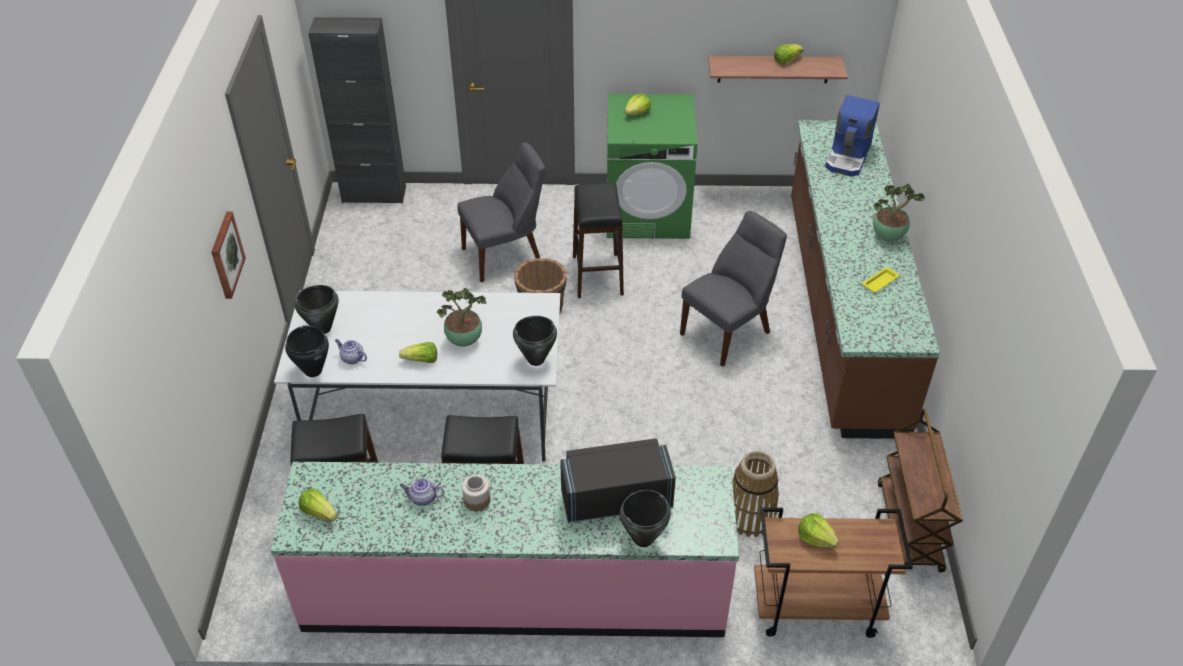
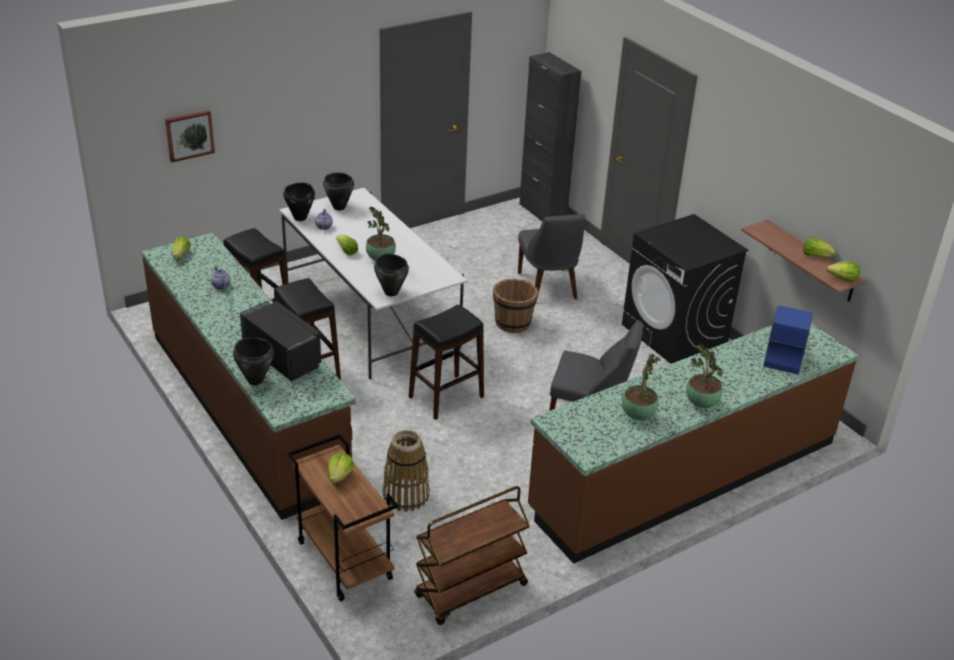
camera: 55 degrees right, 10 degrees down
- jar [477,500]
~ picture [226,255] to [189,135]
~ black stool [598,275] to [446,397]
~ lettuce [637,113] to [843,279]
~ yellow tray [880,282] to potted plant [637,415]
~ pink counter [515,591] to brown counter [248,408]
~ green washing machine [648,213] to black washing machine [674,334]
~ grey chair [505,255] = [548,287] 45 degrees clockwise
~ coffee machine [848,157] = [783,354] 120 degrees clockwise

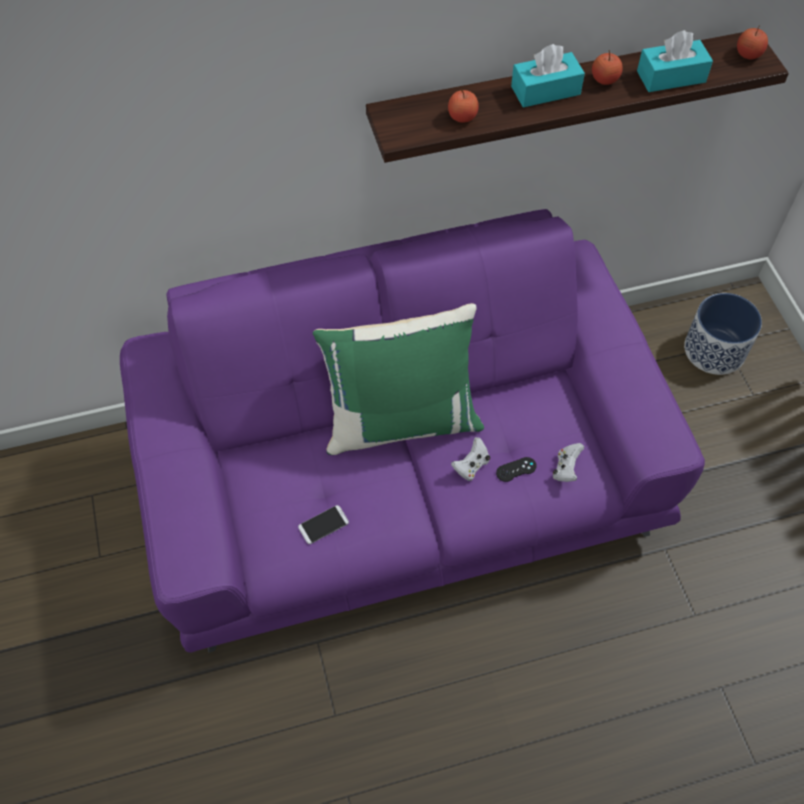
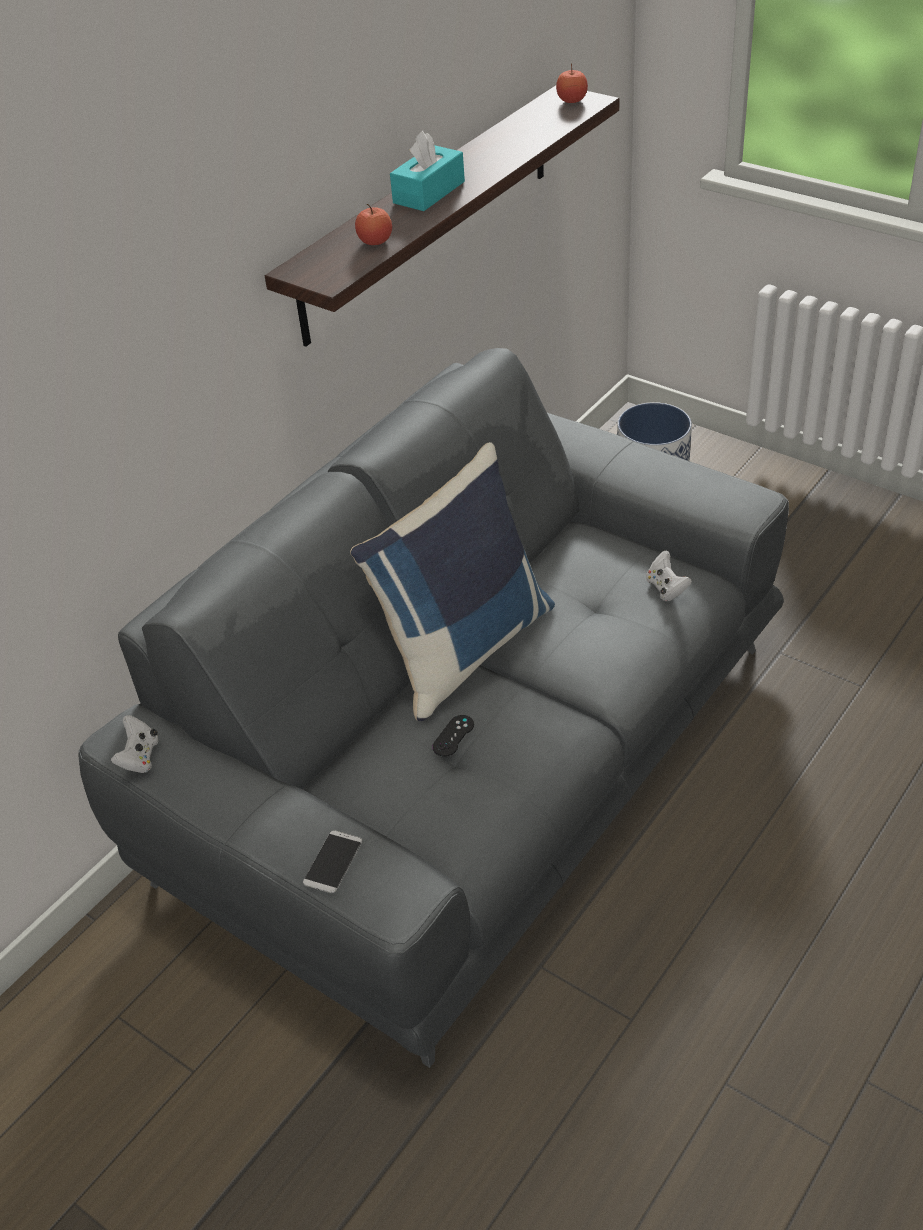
camera: 35 degrees left, 15 degrees down
- apple [604,79]
- turquoise tissue box [671,77]
~ phone [323,525] to [333,862]
~ white game controller [471,466] to [140,757]
~ black game controller [516,469] to [453,736]
~ purple sofa [403,480] to grey sofa [475,760]
~ green pillow [401,420] to blue pillow [464,648]

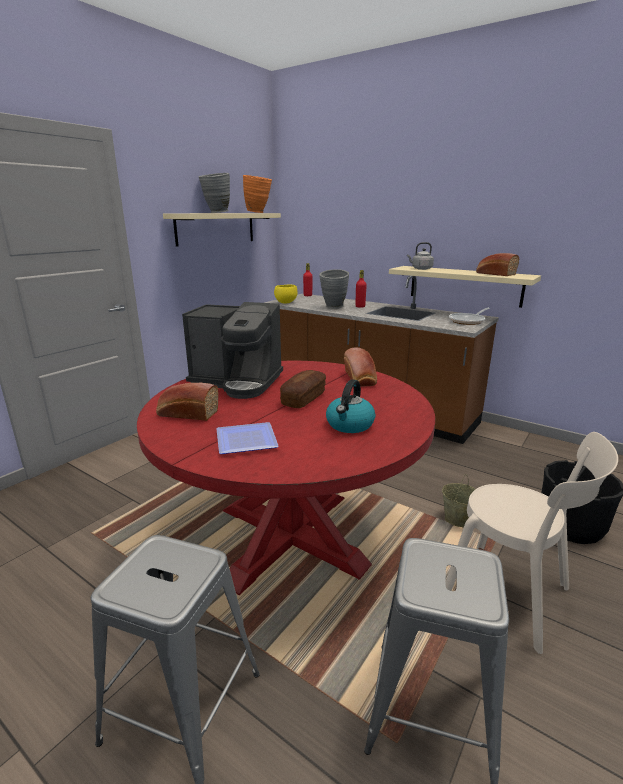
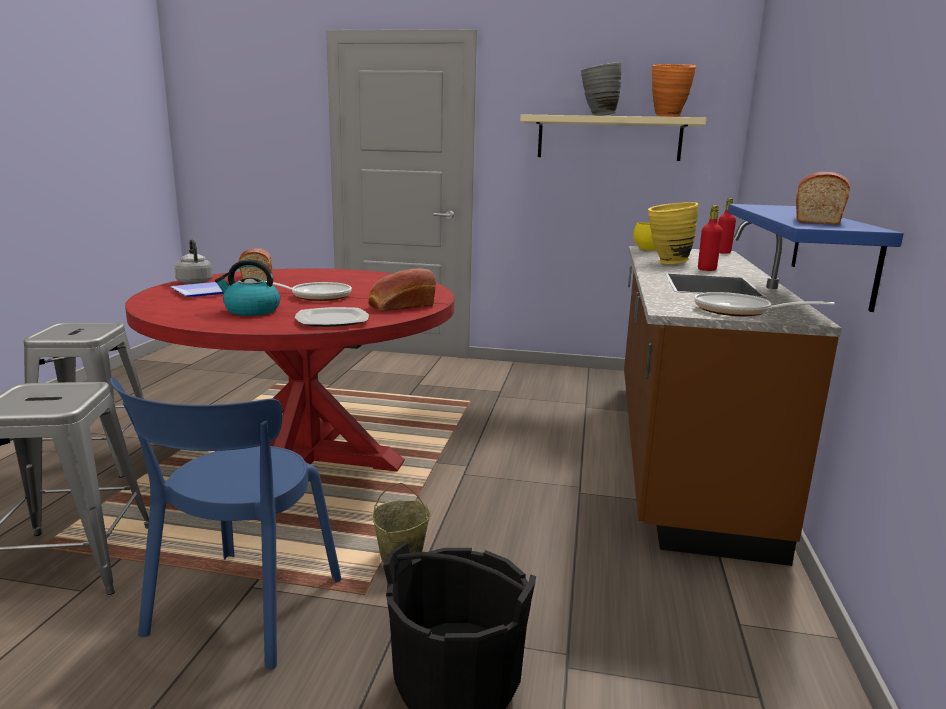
camera: 65 degrees right, 5 degrees down
- coffee machine [237,382]
+ plate [332,320]
~ grey kettle [420,269] to [194,282]
~ bread [303,399] to frying pan [316,296]
~ grey vase [334,308] to yellow vase [666,263]
~ beige shelf [464,285] to blue shelf [832,251]
~ beige chair [512,596] to blue chair [241,612]

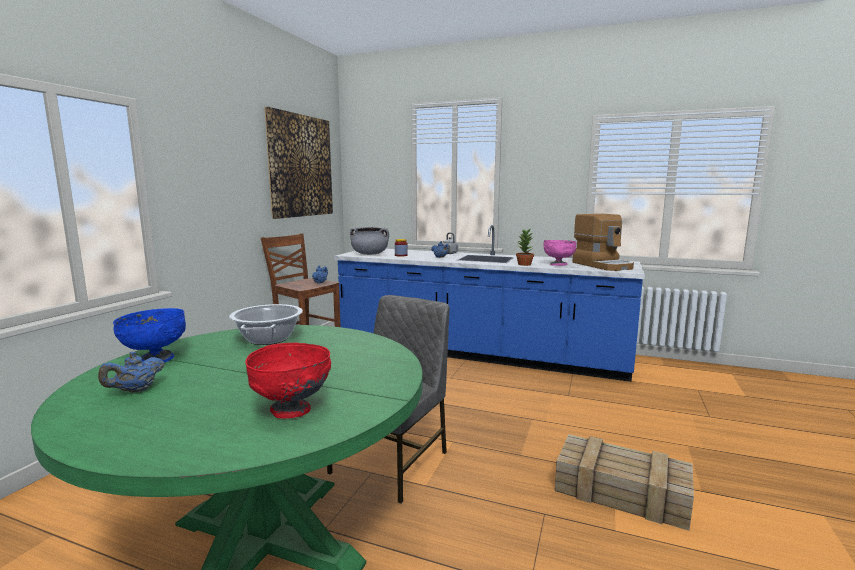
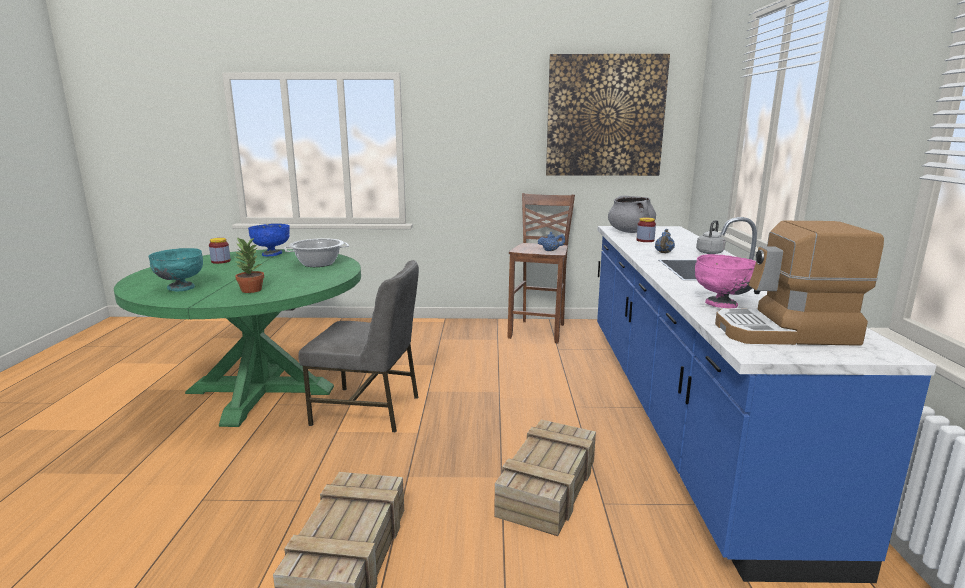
camera: 70 degrees right, 5 degrees up
+ crate [548,488]
~ potted plant [524,264] to [251,290]
~ blue teapot [135,390] to jar [221,261]
~ red bowl [291,411] to turquoise bowl [181,288]
~ coffee machine [603,265] = [785,332] 45 degrees clockwise

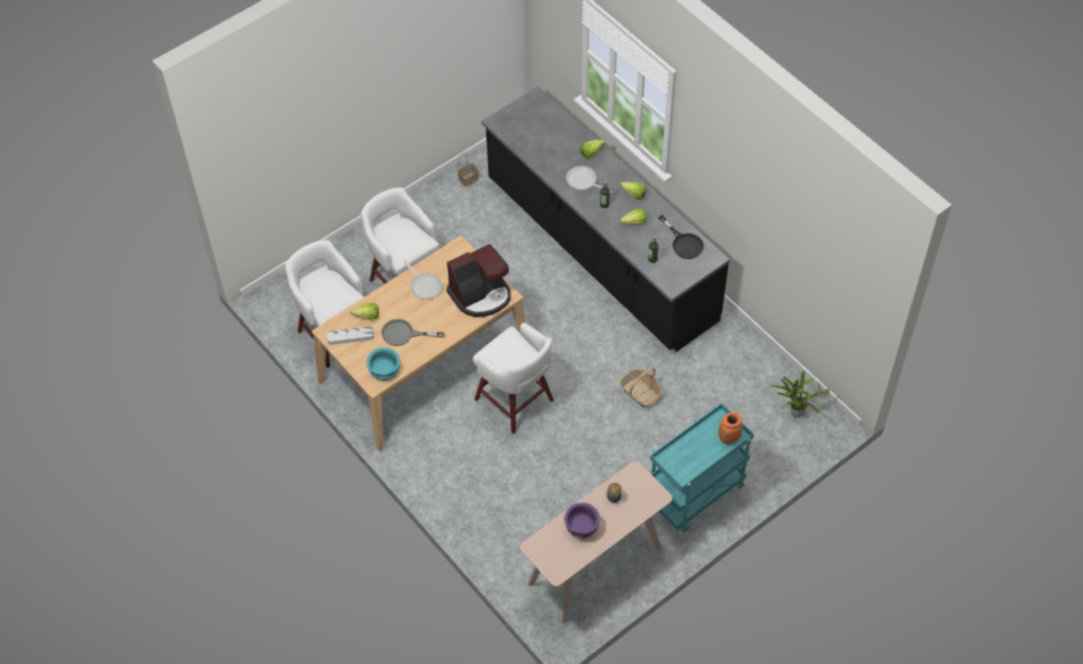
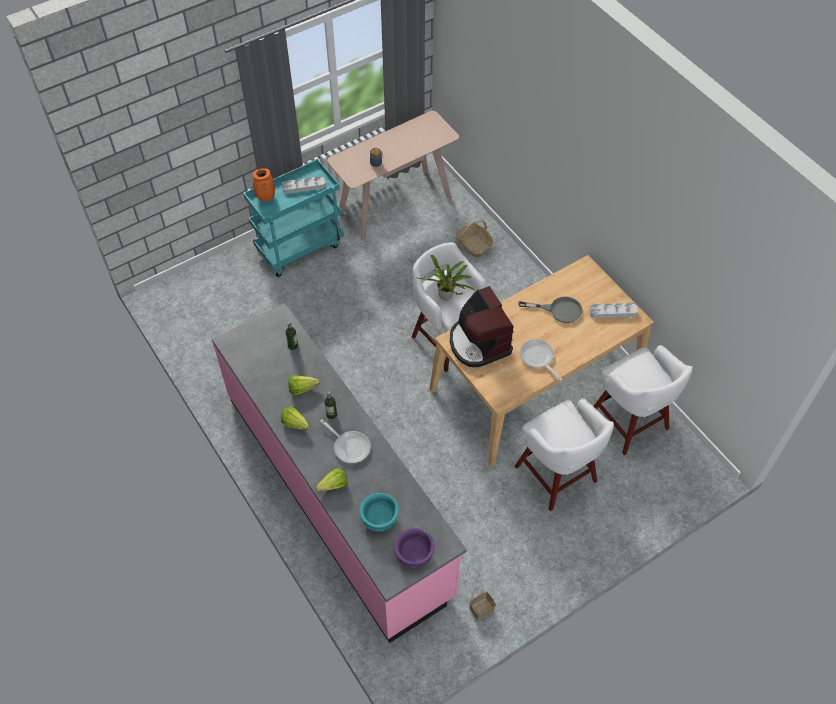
camera: 175 degrees left, 0 degrees up
- lettuce [365,316]
- black frying pan [684,243]
+ grey tray [304,187]
~ turquoise bowl [385,370] to [379,519]
~ purple bowl [582,526] to [413,555]
~ basket [640,392] to [474,244]
~ potted plant [795,411] to [447,297]
~ black counter [599,251] to pink counter [338,492]
~ coffee machine [481,295] = [478,343] 90 degrees counterclockwise

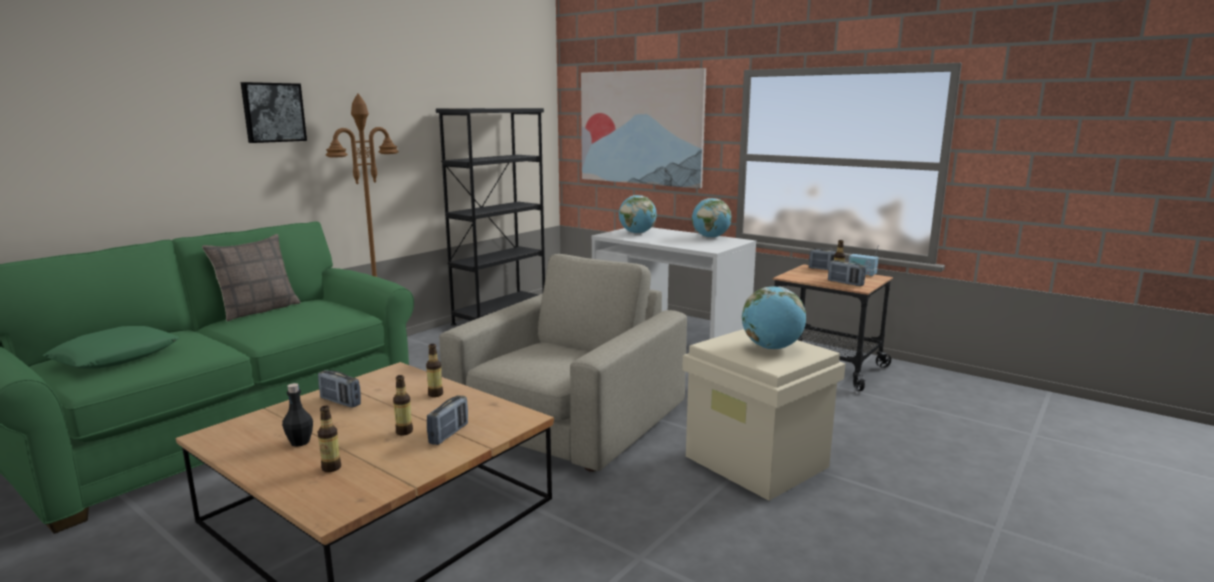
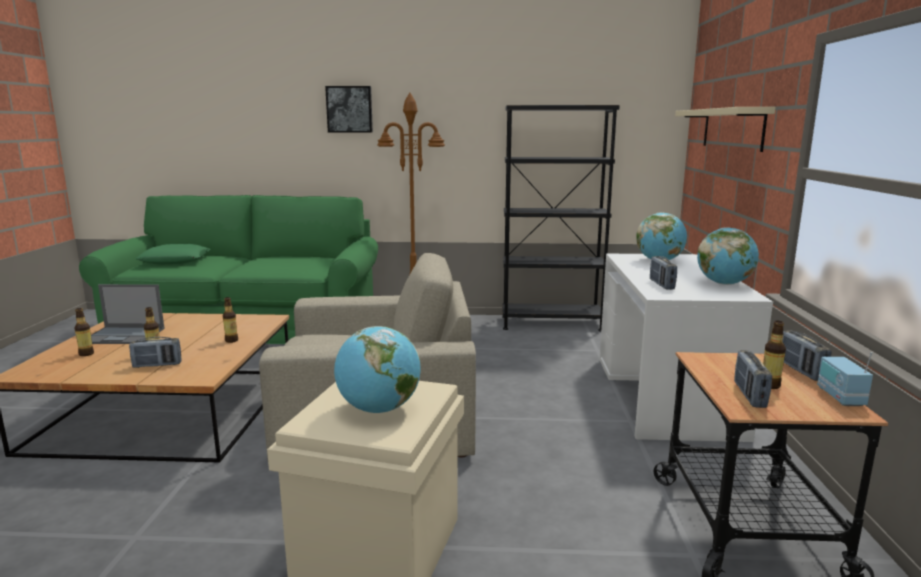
camera: 55 degrees right, 0 degrees up
- pillow [258,310]
~ radio [340,402] to [661,285]
~ black bottle [300,442] to laptop [124,336]
~ picture [640,128] to beige shelf [732,128]

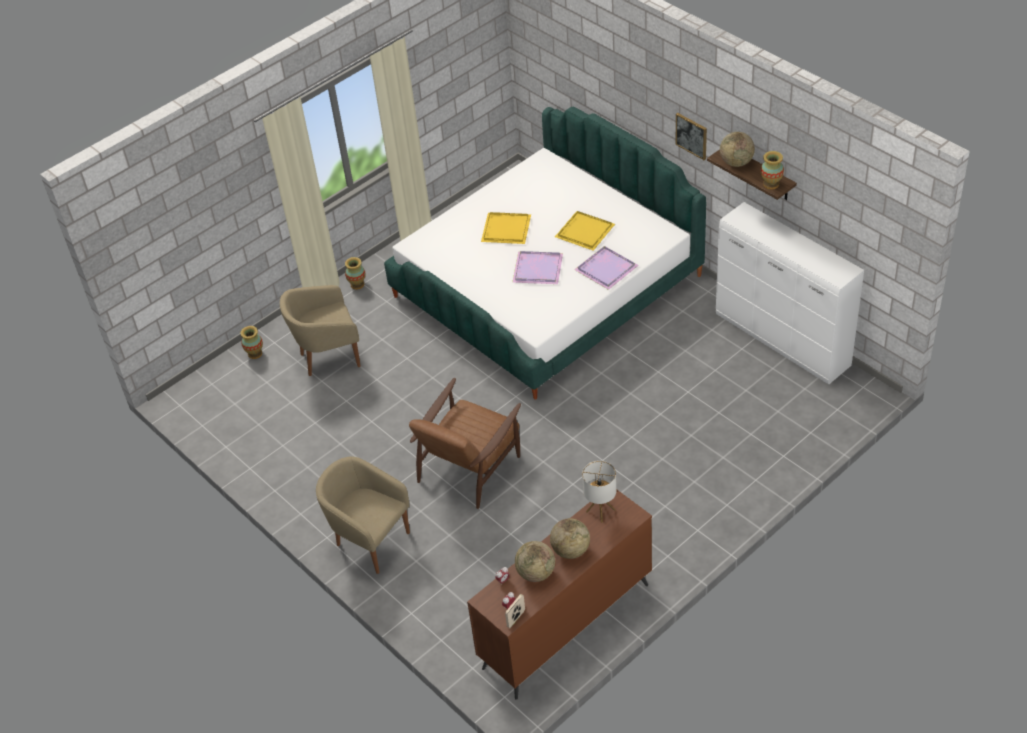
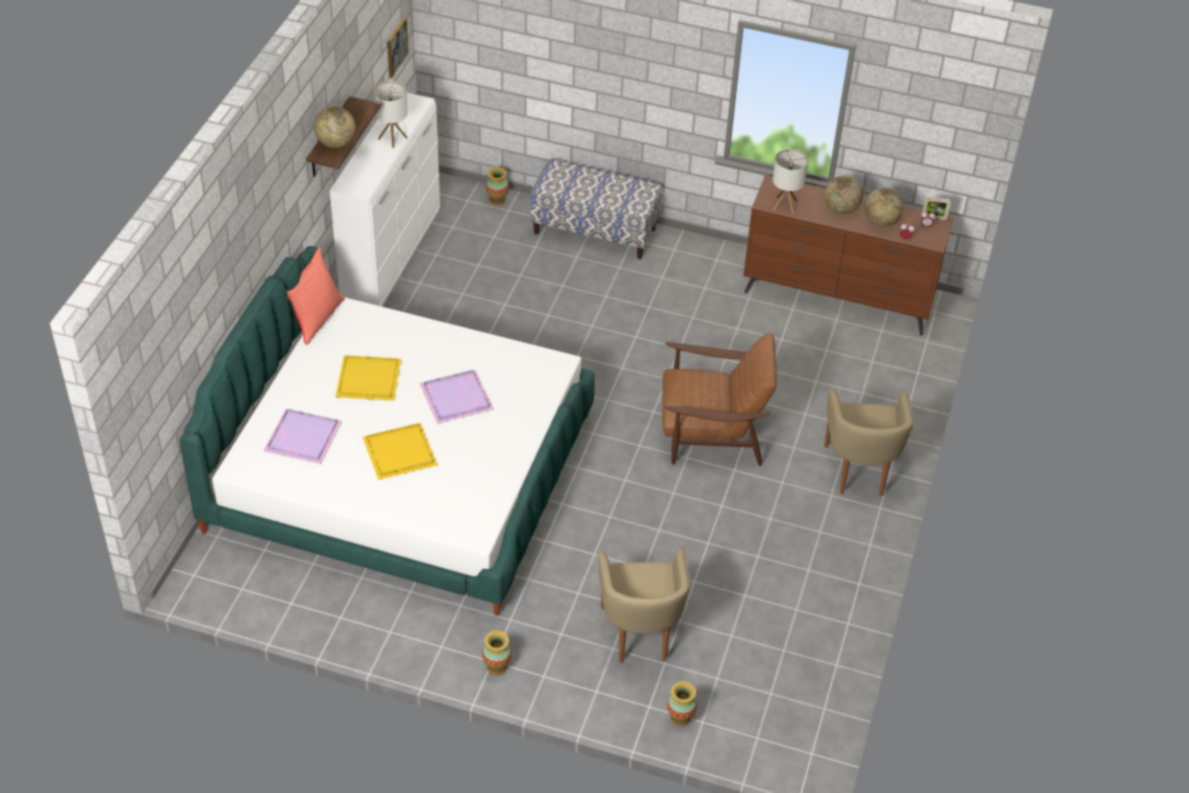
camera: 125 degrees left, 0 degrees up
+ red pillow [316,318]
+ table lamp [392,138]
+ bench [595,231]
~ purple tray [606,268] to [301,438]
~ picture [691,135] to [396,47]
~ vase [771,184] to [497,200]
~ beige armchair [328,357] = [639,634] 45 degrees clockwise

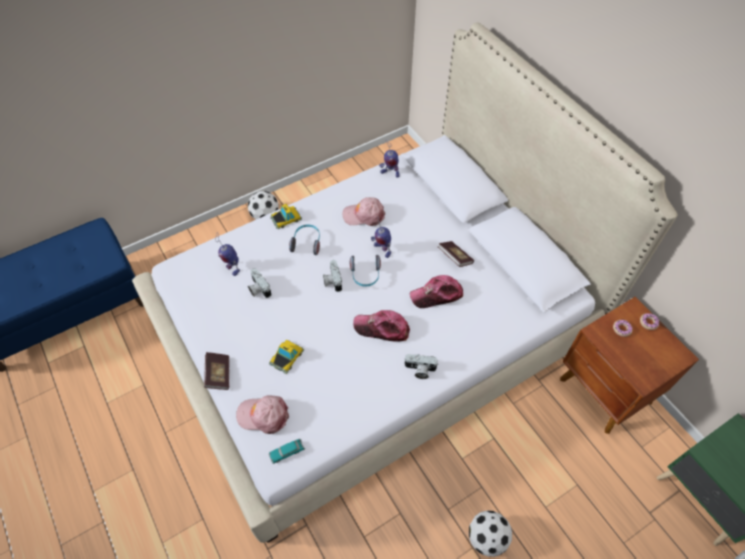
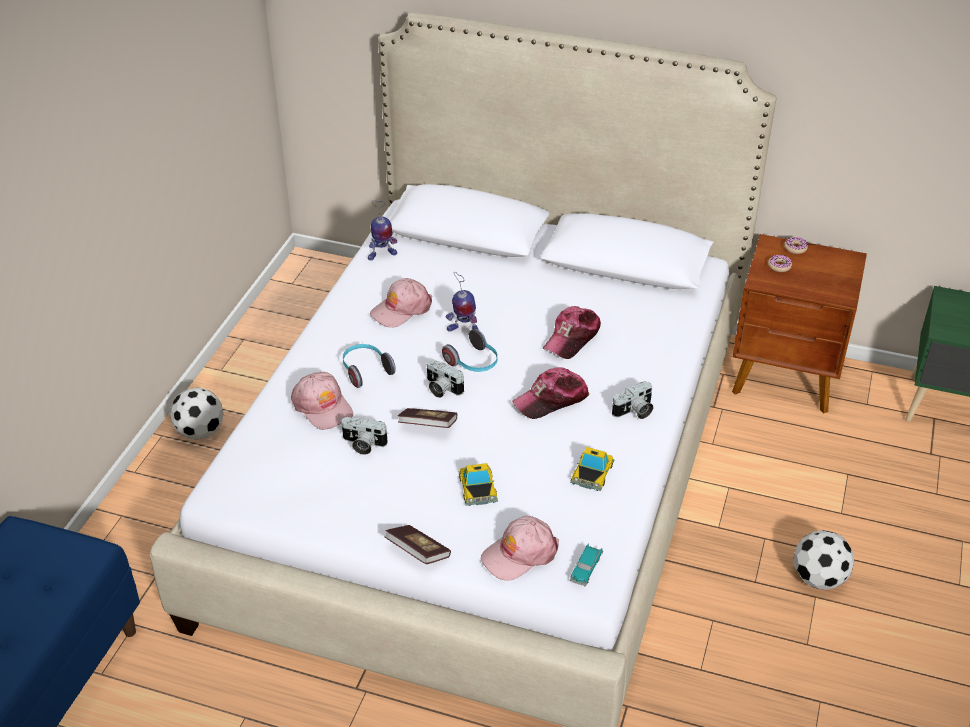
camera: 40 degrees left, 15 degrees down
- toy robot [232,267]
+ pink cap [323,406]
~ toy car [286,218] to [592,472]
~ book [454,258] to [428,426]

